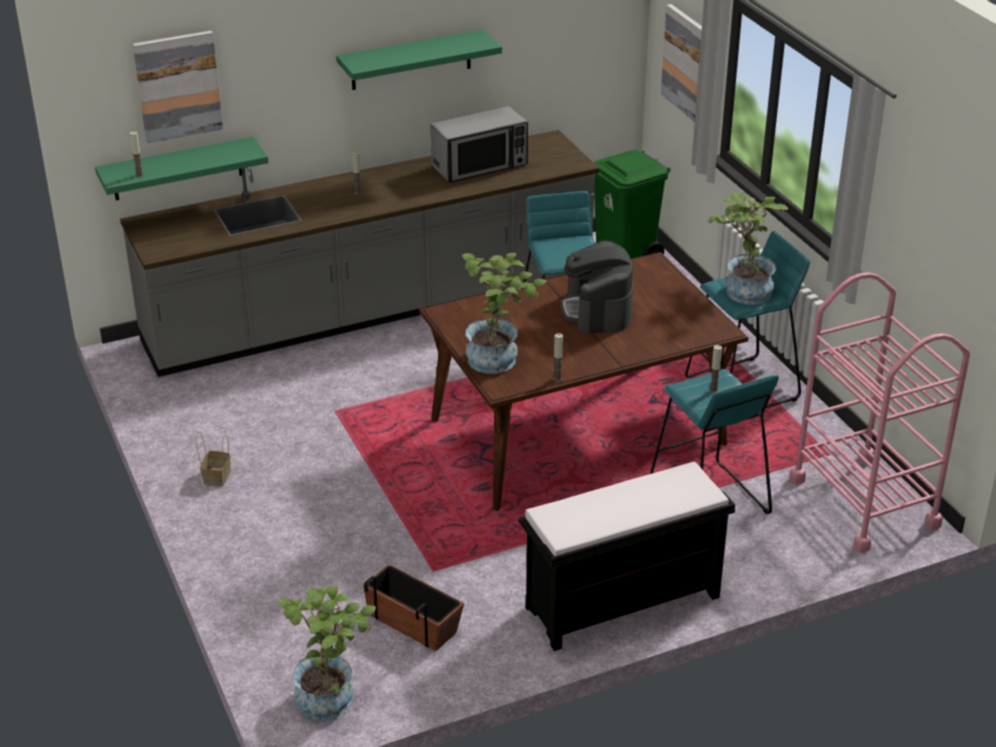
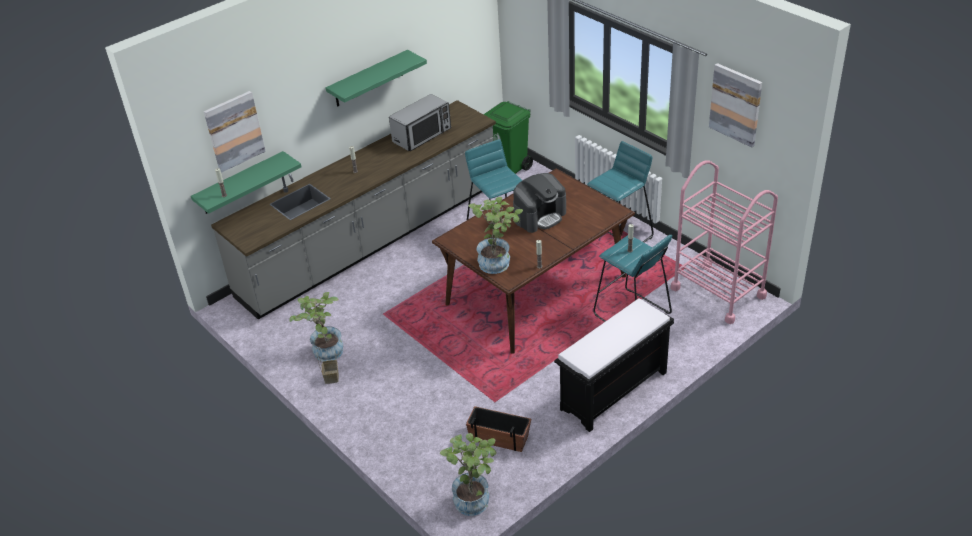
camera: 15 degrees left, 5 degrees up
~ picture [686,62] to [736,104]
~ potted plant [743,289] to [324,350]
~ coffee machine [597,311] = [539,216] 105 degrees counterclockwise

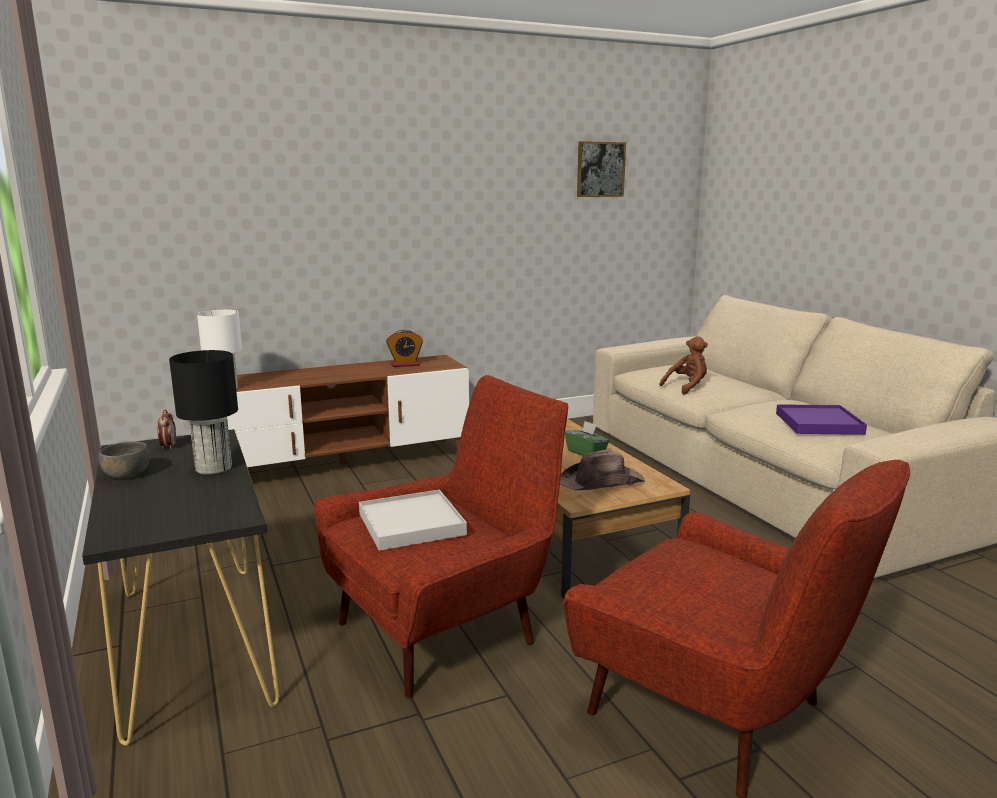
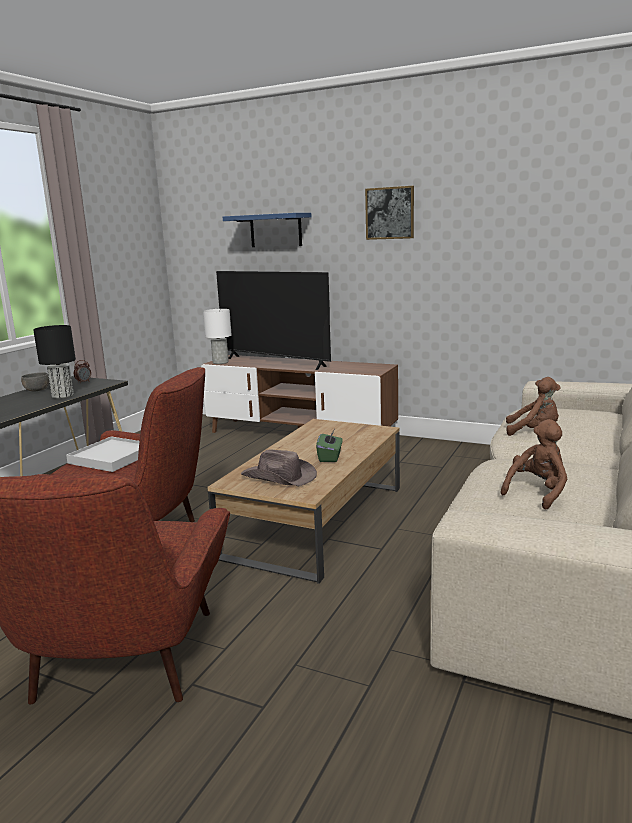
camera: 50 degrees right, 0 degrees up
- alarm clock [405,364]
+ television [275,362]
+ blue shelf [276,230]
~ picture [600,169] to [390,213]
~ purple tray [819,423] to brown plush toy [537,492]

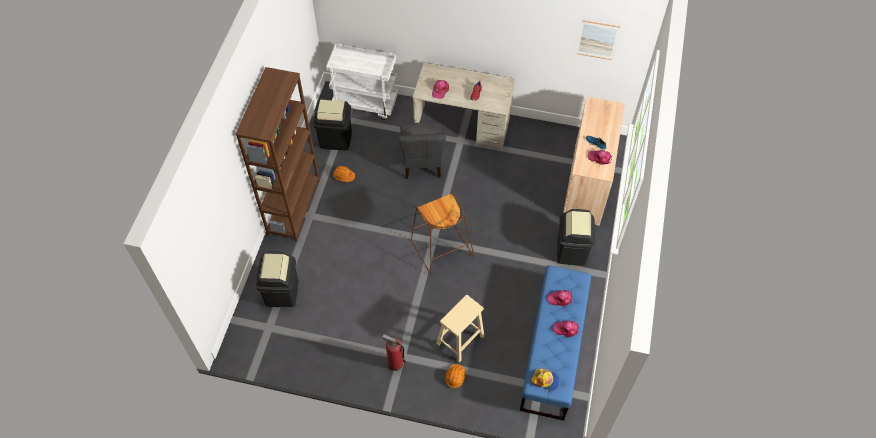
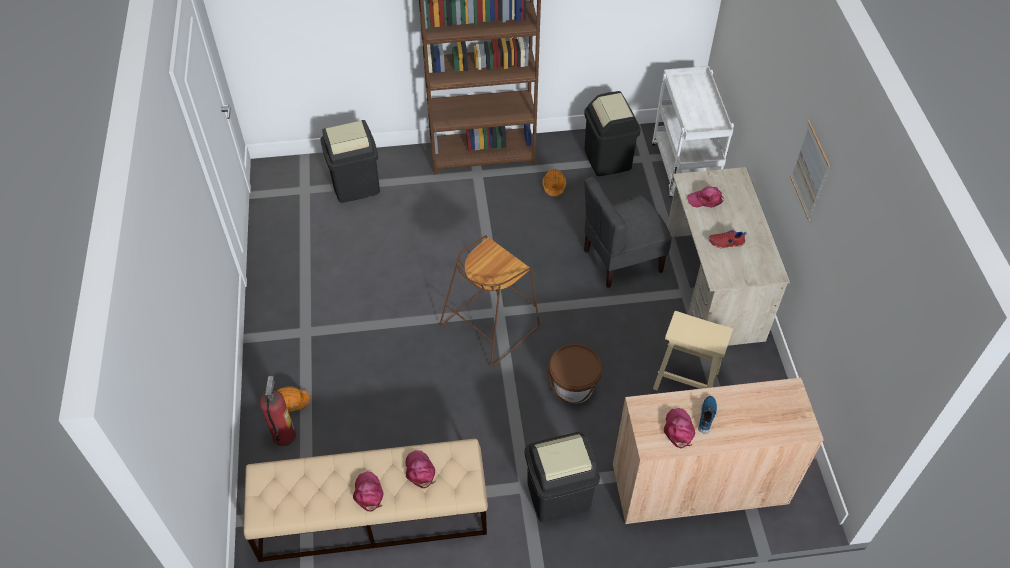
camera: 70 degrees right, 5 degrees down
- cap [545,380]
+ brown bucket [573,387]
~ fire extinguisher [395,363] to [284,435]
~ beige stool [460,340] to [684,380]
~ picture [597,40] to [809,171]
~ blue bench [553,350] to beige bench [371,516]

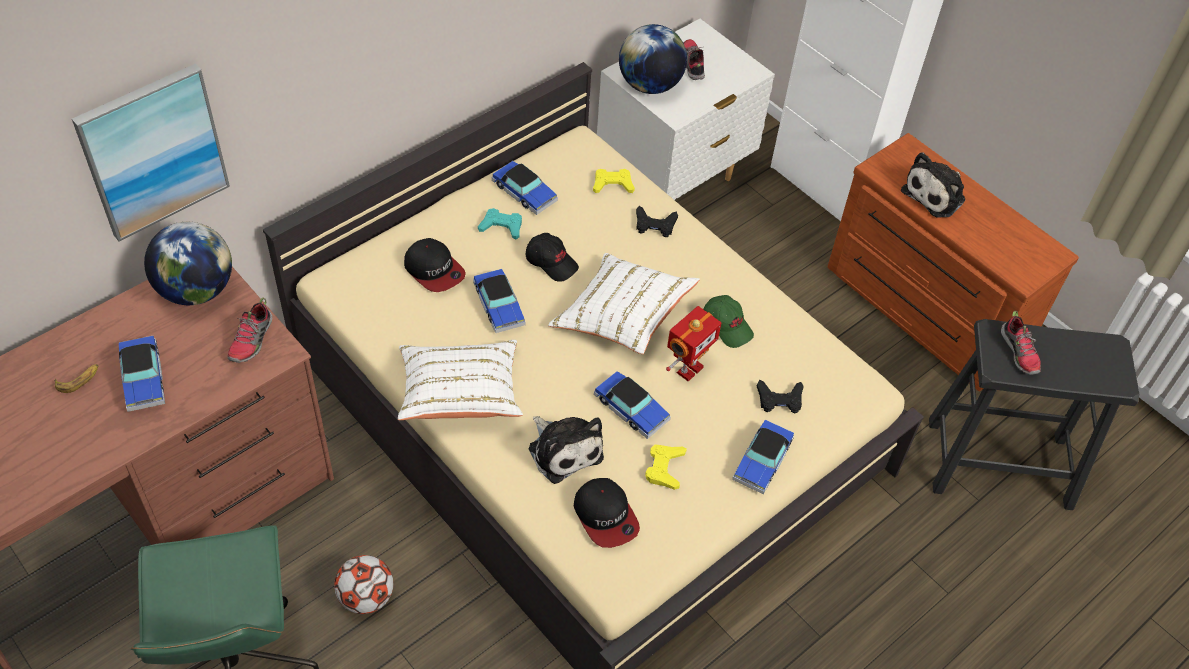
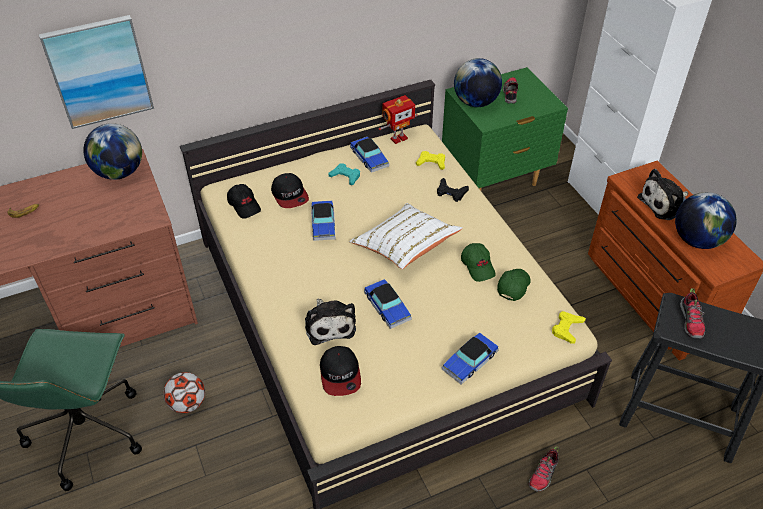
camera: 20 degrees right, 5 degrees down
- toy car [143,378]
- white pillow [460,394]
- black game controller [779,400]
+ green cap [513,286]
+ globe [697,240]
~ shoe [252,340] to [543,474]
~ black cap [551,262] to [244,205]
~ yellow game controller [664,468] to [567,329]
~ toy robot [688,369] to [398,138]
~ white nightstand [673,181] to green nightstand [494,180]

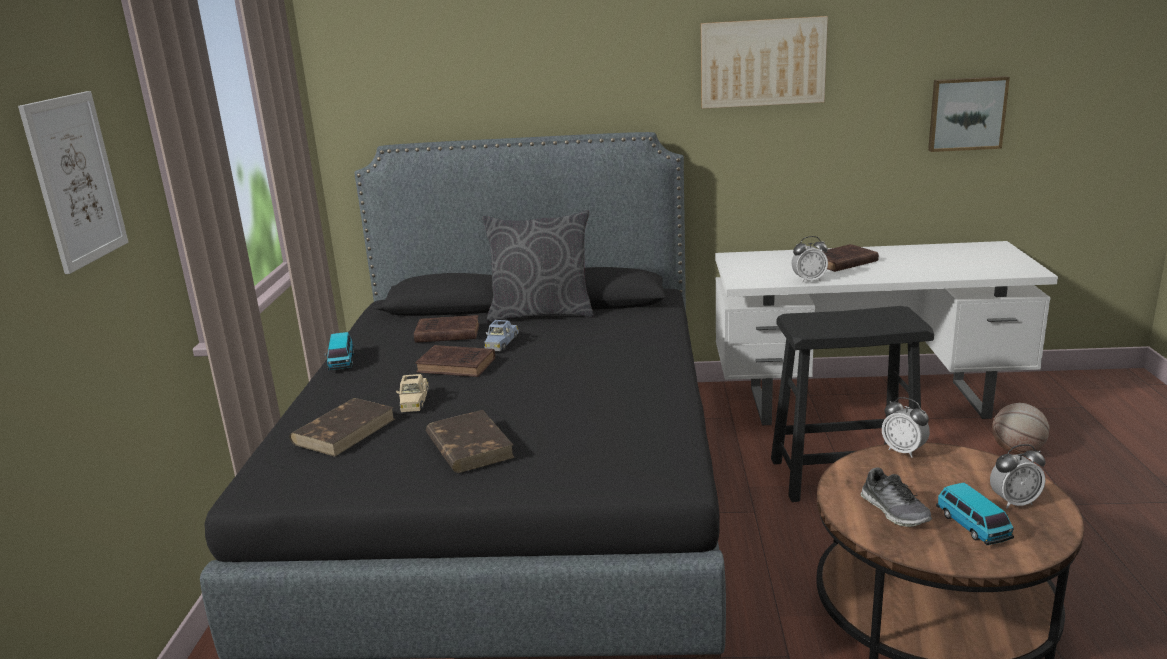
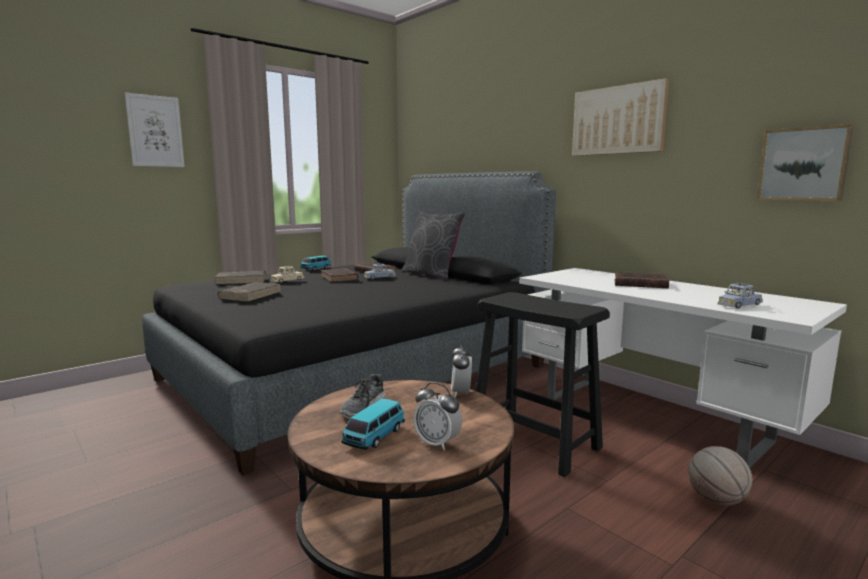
camera: 45 degrees right, 10 degrees down
- alarm clock [809,280]
+ blue toy car [739,305]

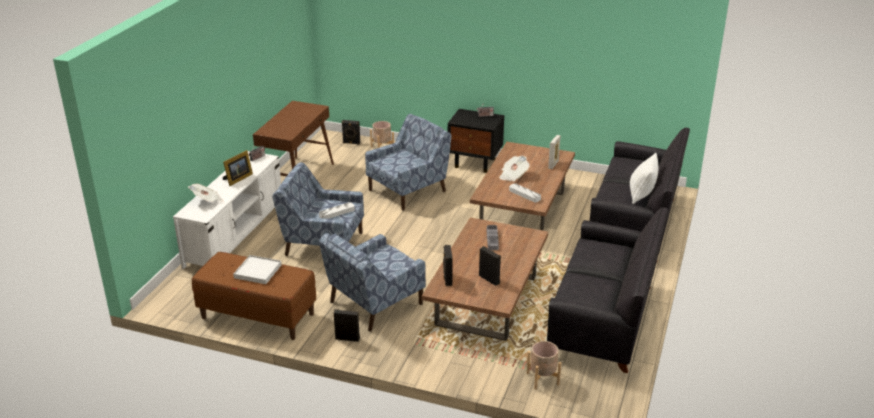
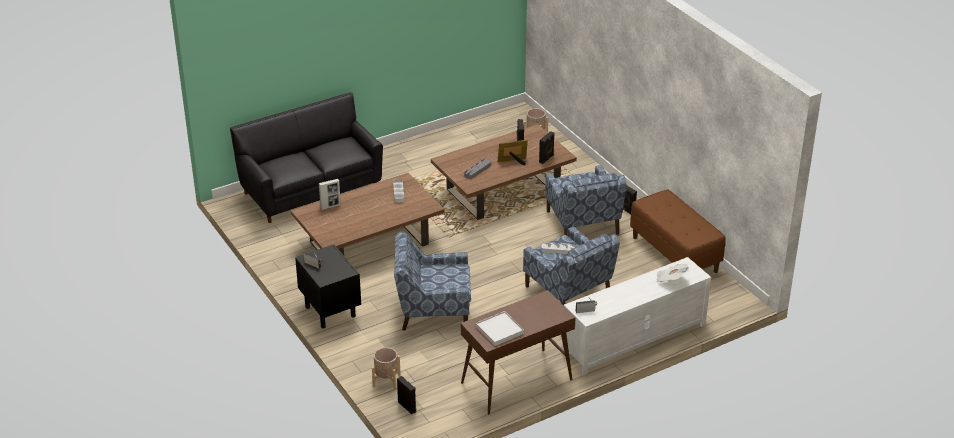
camera: 140 degrees left, 5 degrees up
- newspaper [513,176]
- black sofa [603,320]
- white pillow [641,195]
~ picture frame [237,179] to [513,161]
~ white tray [258,271] to [499,330]
~ blue armchair [374,304] = [582,224] 75 degrees clockwise

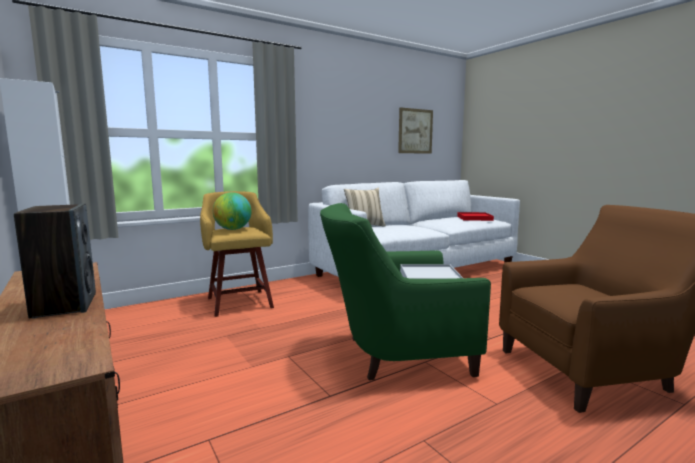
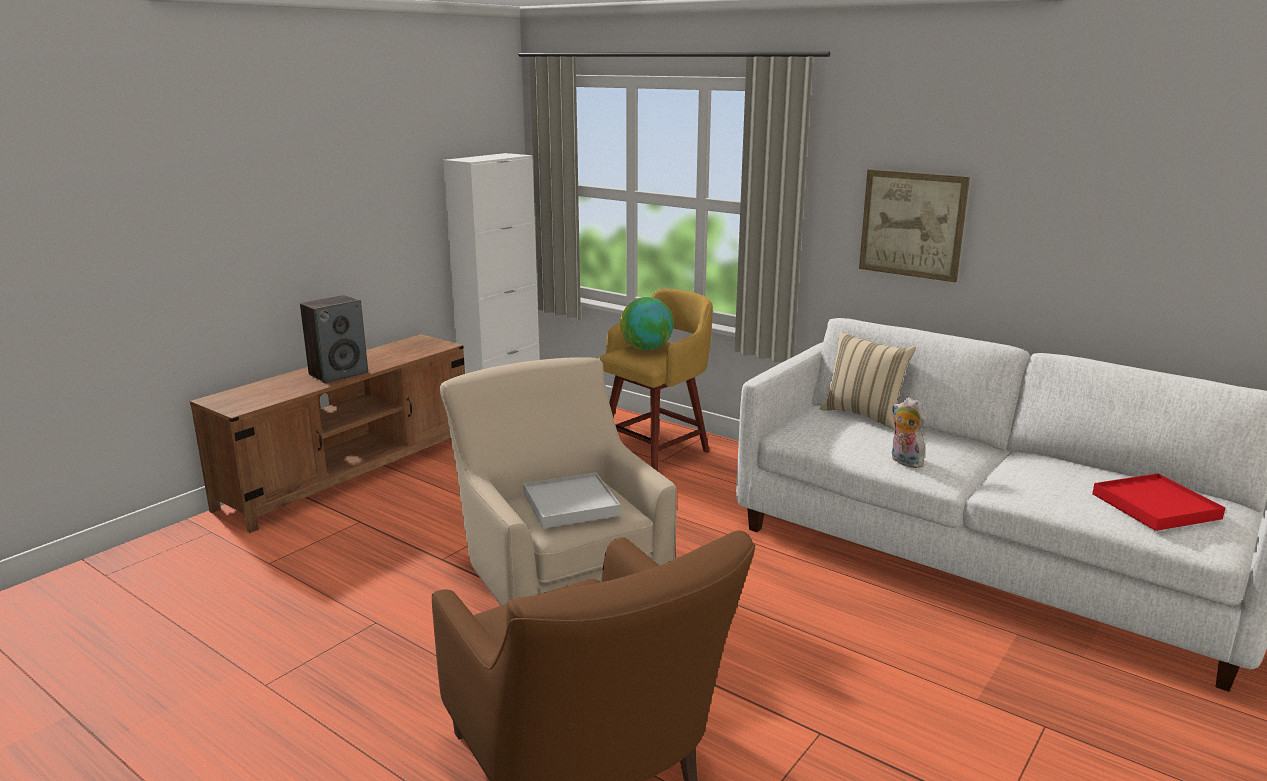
camera: 70 degrees right, 10 degrees up
+ plush toy [904,462]
~ picture [415,131] to [912,224]
~ green armchair [394,354] to beige armchair [557,583]

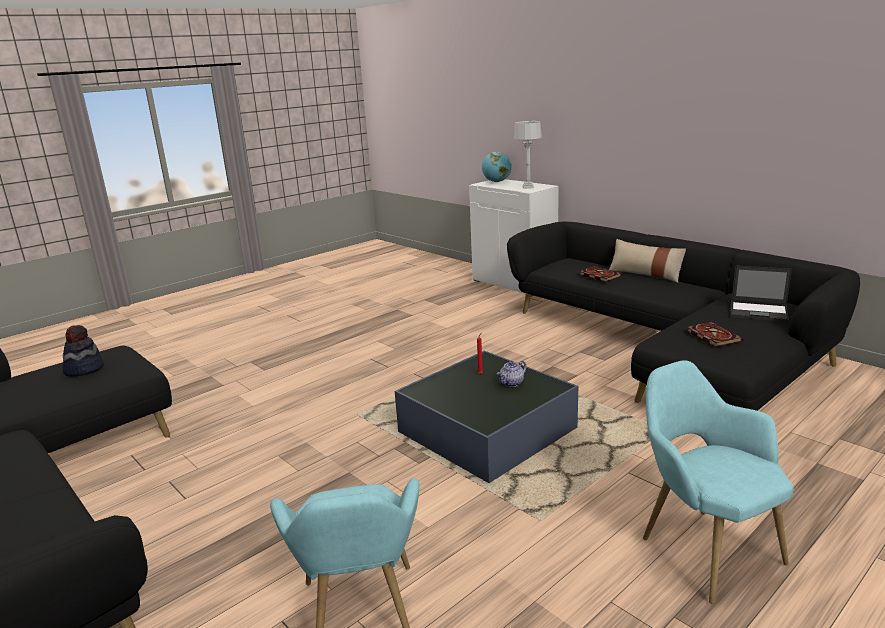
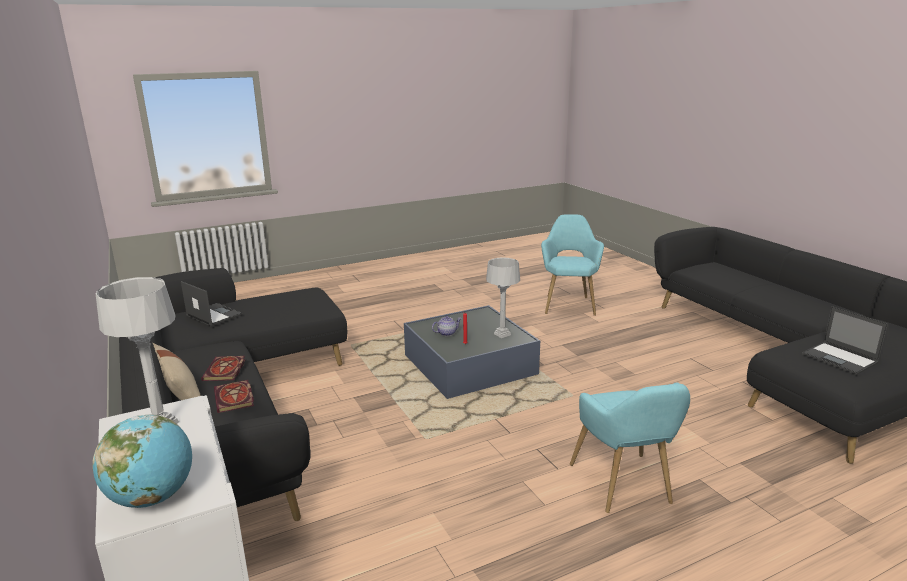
camera: 165 degrees left, 0 degrees up
+ grey table lamp [502,334]
~ turquoise armchair [703,547] to [624,488]
~ book [711,336] to [225,371]
~ hat [84,369] to laptop [840,359]

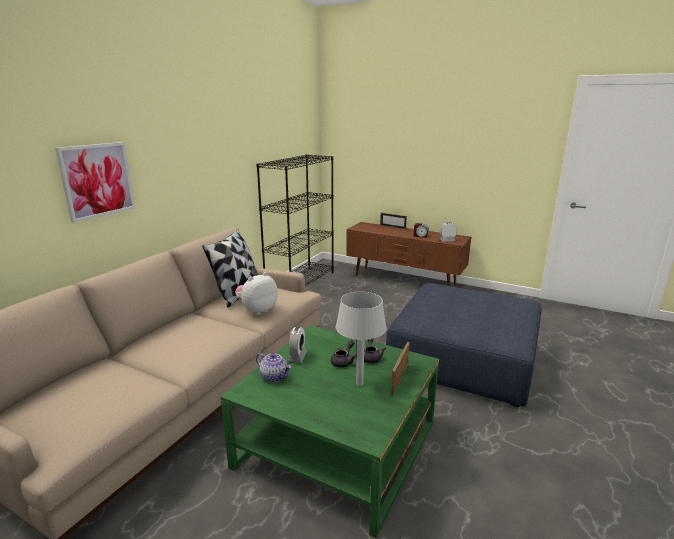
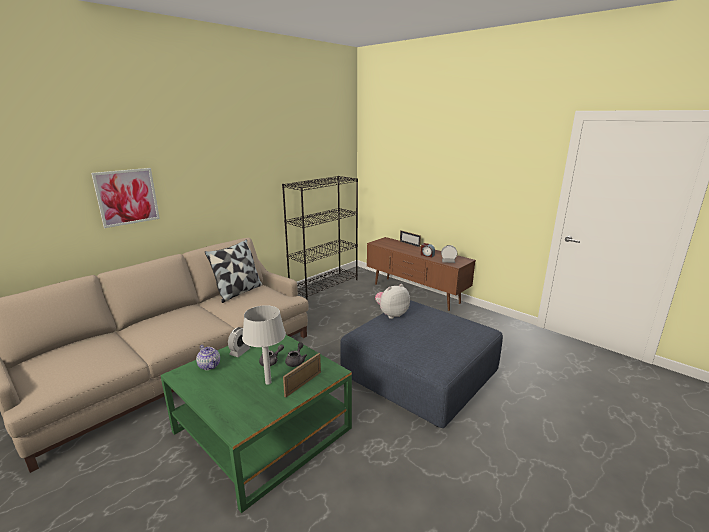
camera: 15 degrees right, 0 degrees up
~ plush toy [257,310] to [391,314]

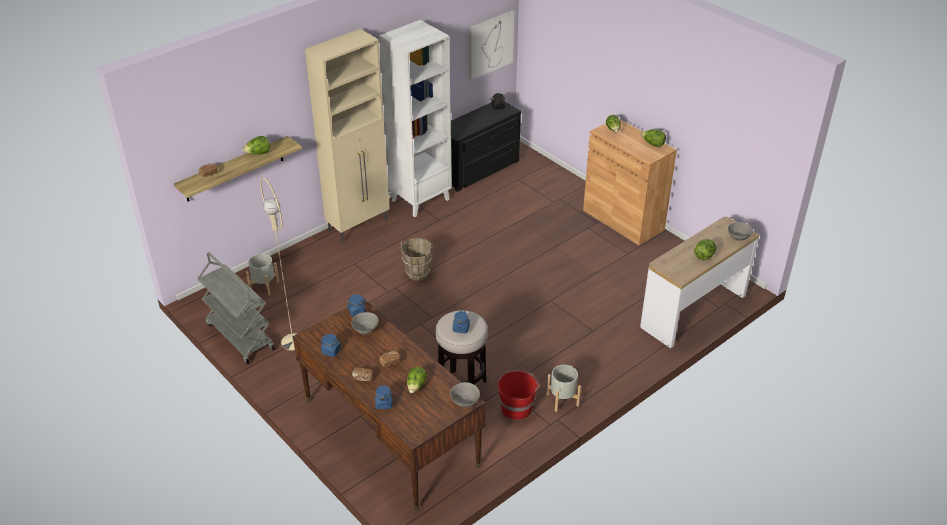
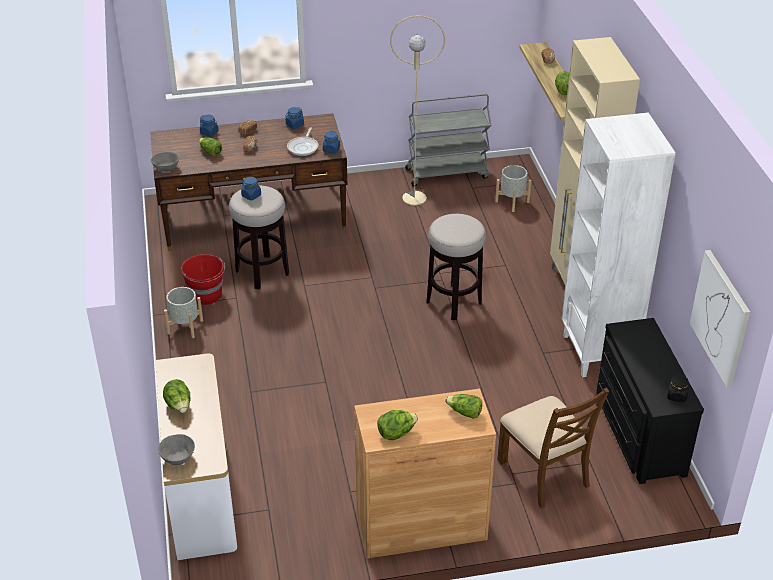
camera: 120 degrees right, 0 degrees up
+ brown chair [544,473]
~ grey bowl [365,329] to frying pan [303,147]
~ brown bucket [417,273] to stool [454,302]

